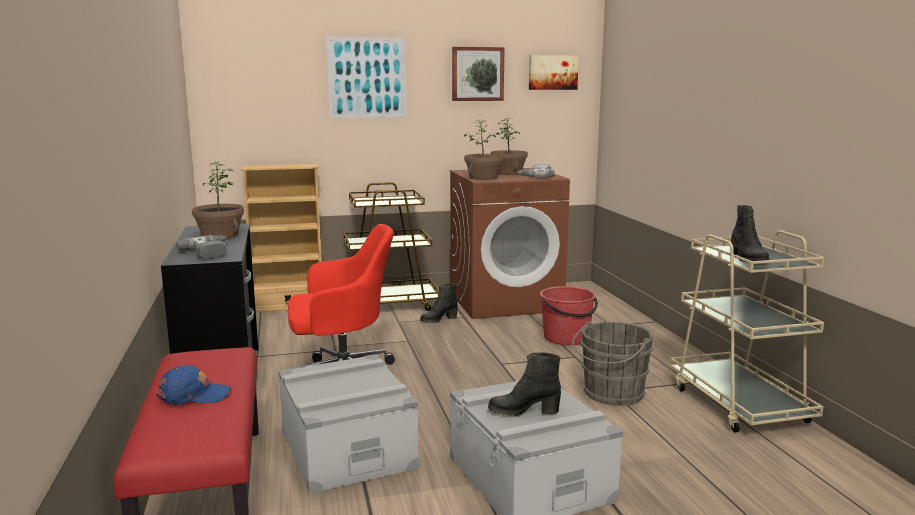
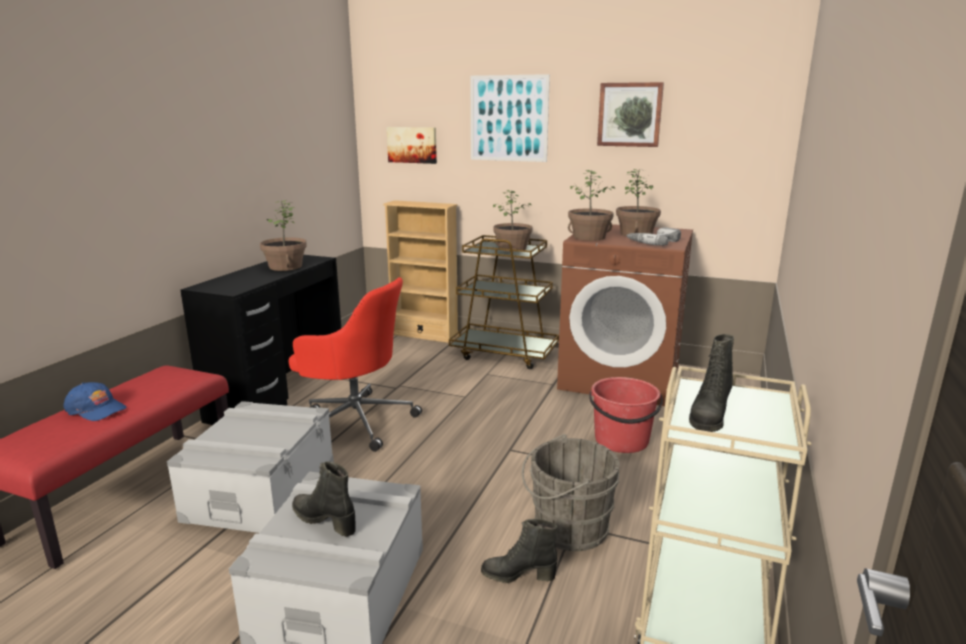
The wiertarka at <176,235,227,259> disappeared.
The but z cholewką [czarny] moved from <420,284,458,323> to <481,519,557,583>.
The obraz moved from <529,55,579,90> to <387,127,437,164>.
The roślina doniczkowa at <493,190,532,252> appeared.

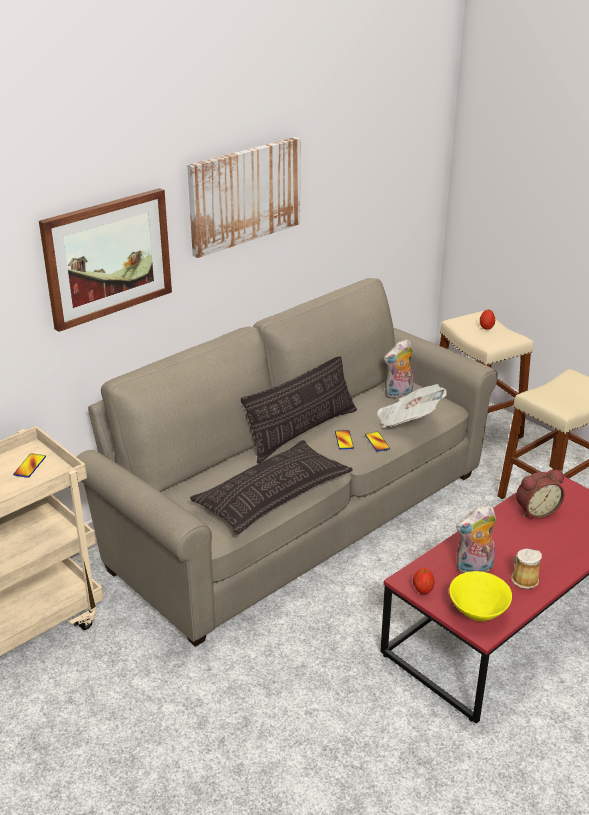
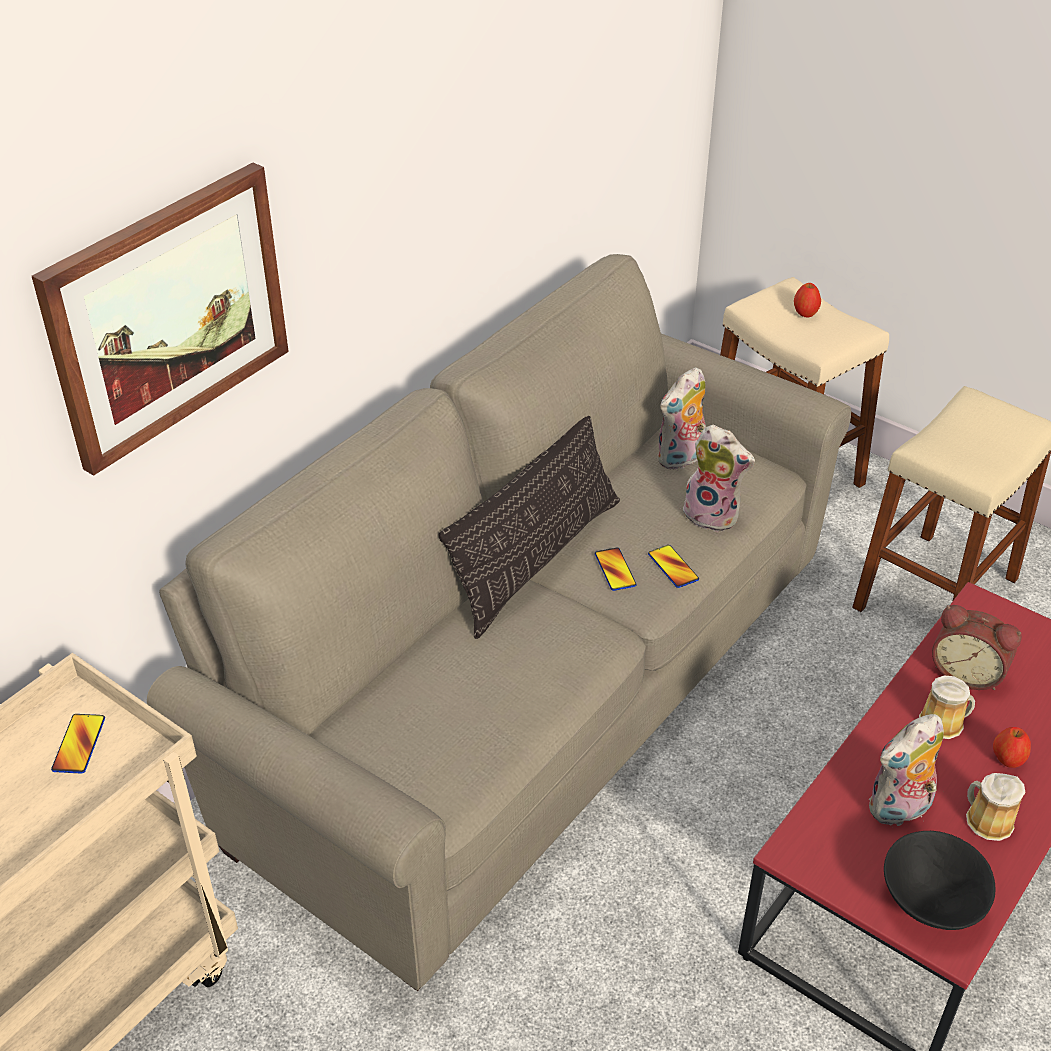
The obraz at <187,137,301,258> disappeared.
The poduszka at <190,440,353,535> disappeared.
The gazeta at <377,384,447,428> was replaced by the pluszak at <683,425,755,533>.
The jabłko moved from <413,568,435,594> to <993,727,1031,768>.
The miska [żółty] at <449,571,512,621> became the miska [czarny] at <884,831,995,930>.
The budzik at <516,470,565,519> turned 60 degrees clockwise.
The kubek at <919,676,975,739> appeared.

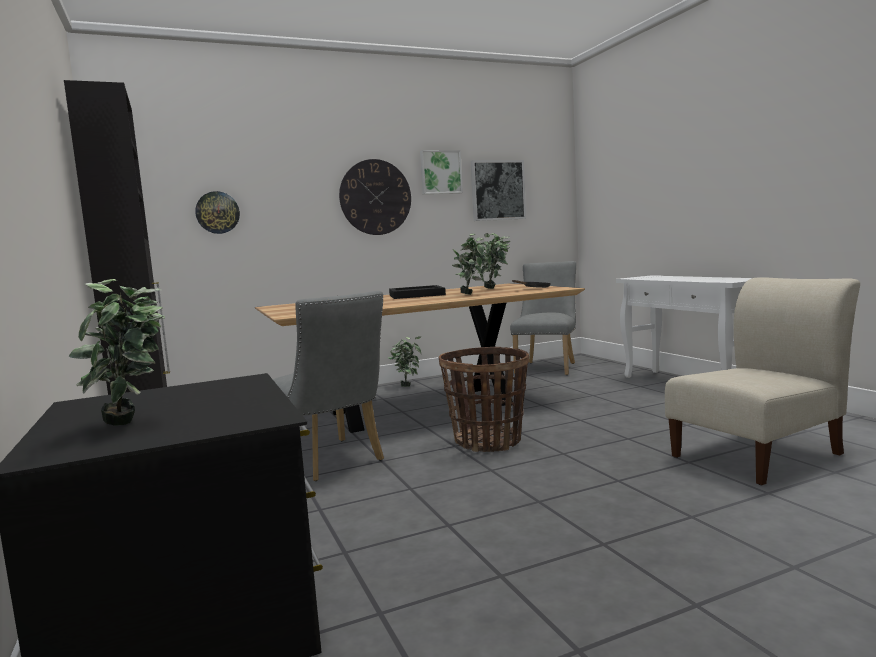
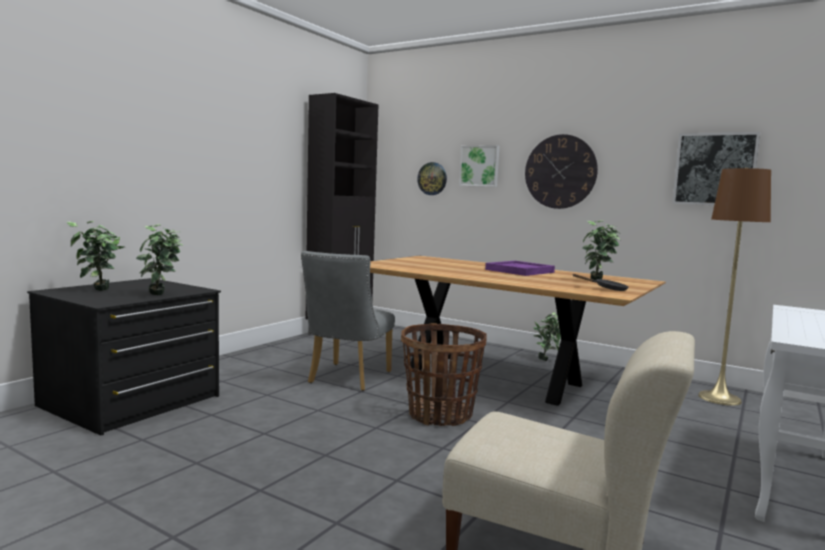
The taca [czarny] at <389,285,446,299> became the taca [fioletowy] at <485,261,555,276>.
The obraz moved from <420,150,463,194> to <459,145,499,187>.
The roślina doniczkowa moved from <452,233,490,295> to <136,224,183,295>.
The krzesło [szary] at <510,261,576,375> was replaced by the lampa stojąca [brązowy] at <698,168,771,406>.

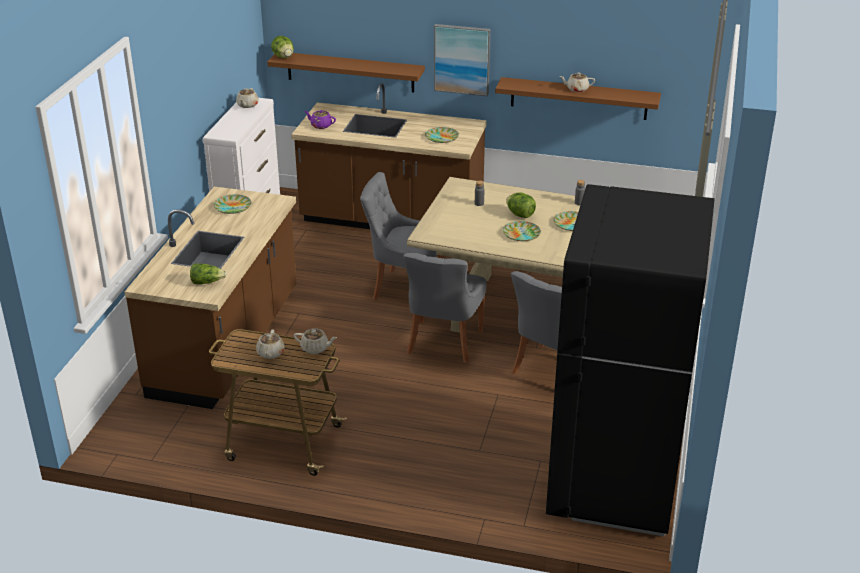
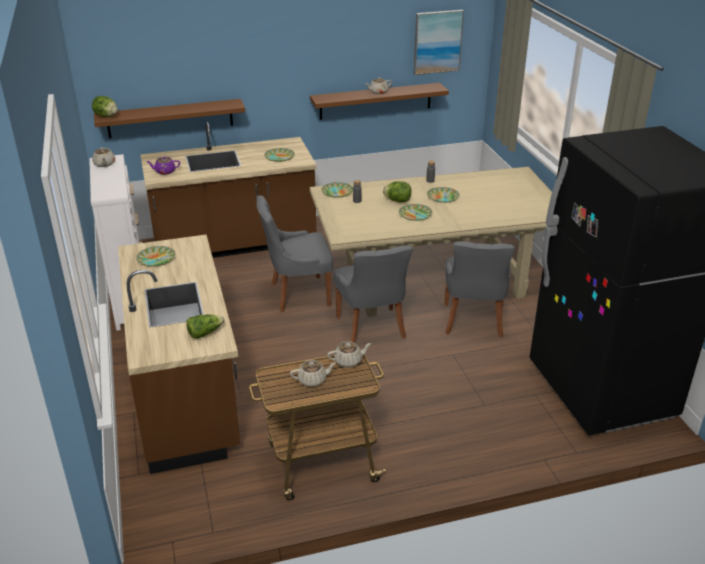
The imbryk [beżowy] at <256,330,285,359> turned 75 degrees counterclockwise.
The obraz moved from <434,24,490,96> to <414,10,464,75>.
The talerz at <322,182,353,198> appeared.

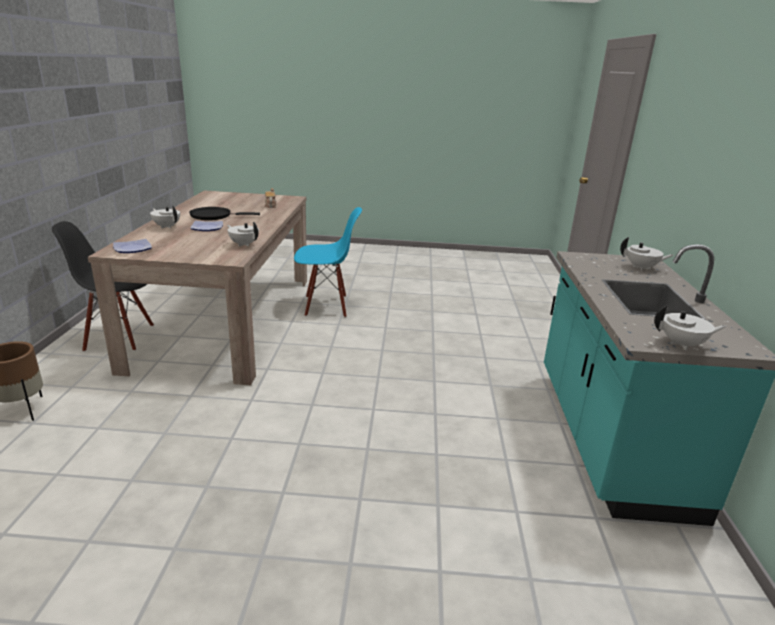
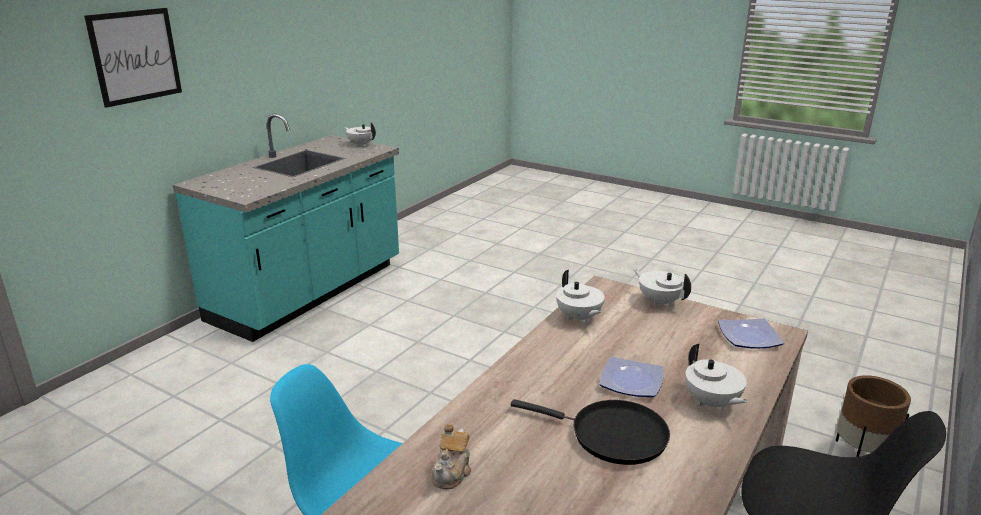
The imbryk [biały] moved from <620,237,674,271> to <633,269,691,306>.
The obraz at <84,8,182,108> appeared.

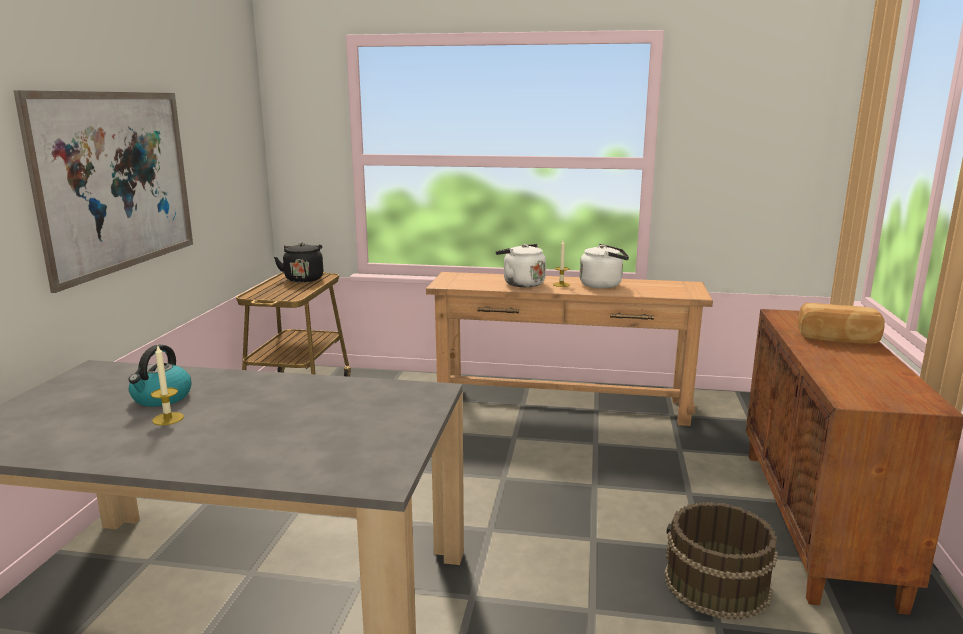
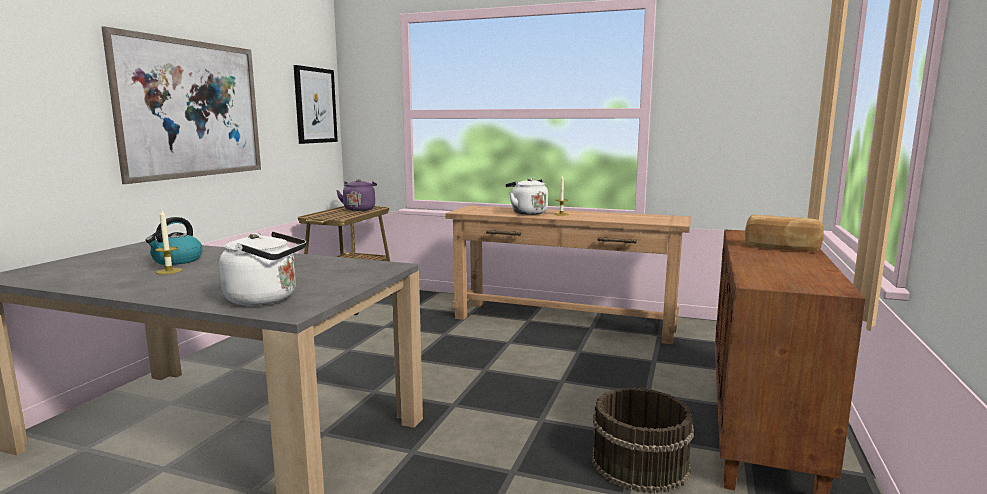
The czajnik [czarny] at <274,243,323,283> became the czajnik [fioletowy] at <336,179,377,211>.
The czajnik [biały] moved from <580,244,629,289> to <219,232,306,306>.
The obraz at <294,65,338,144> appeared.

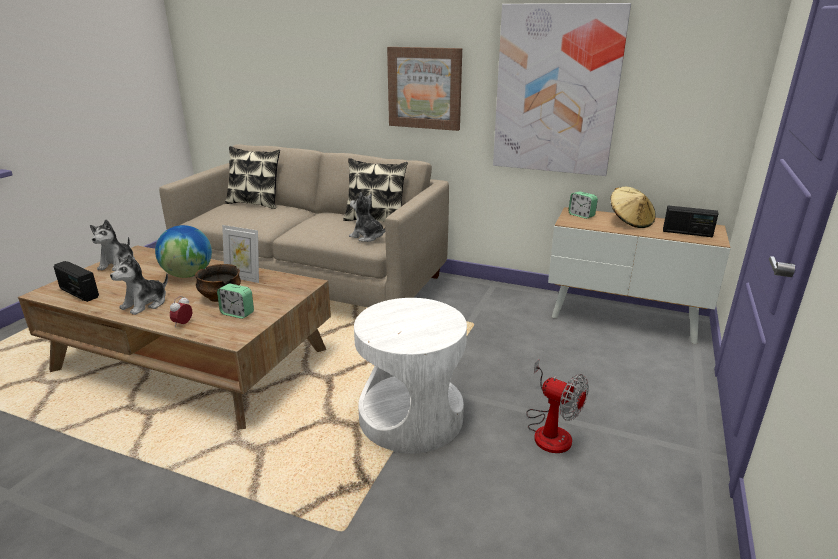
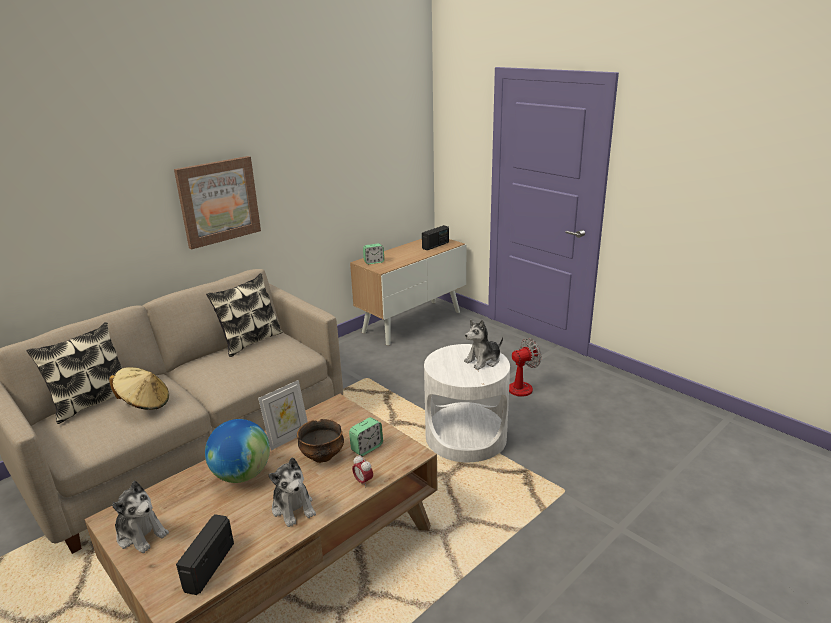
The radio at <54,261,99,302> turned 135 degrees clockwise.
The pluszak moved from <349,192,385,242> to <464,319,503,370>.
The obraz at <493,3,631,176> disappeared.
The kapelusz [beżowy] moved from <611,187,656,228> to <109,367,169,410>.

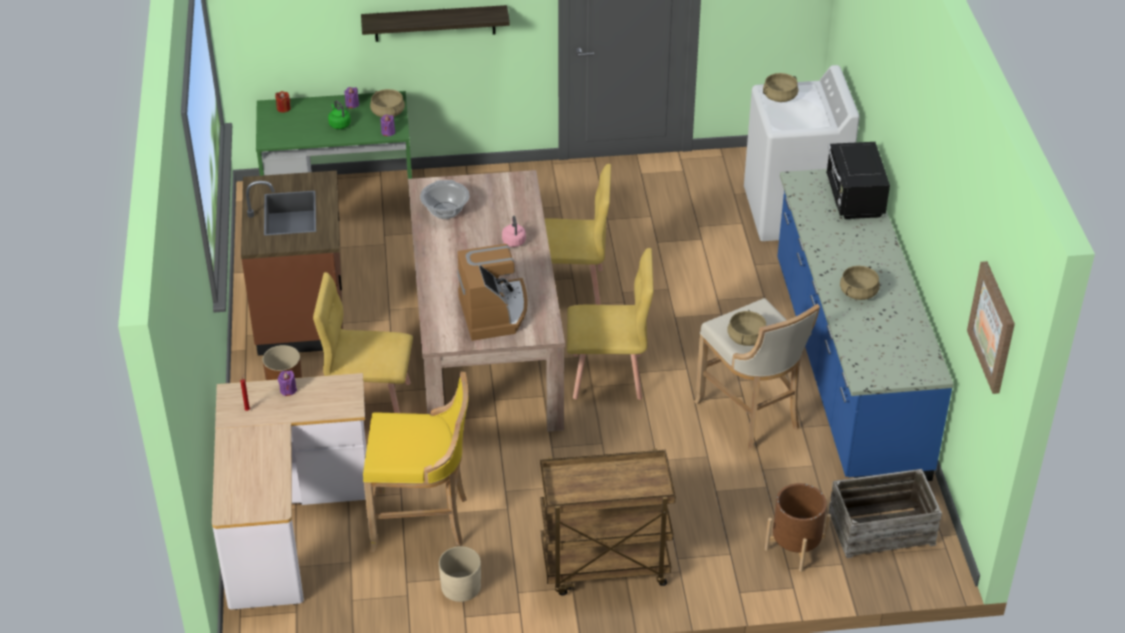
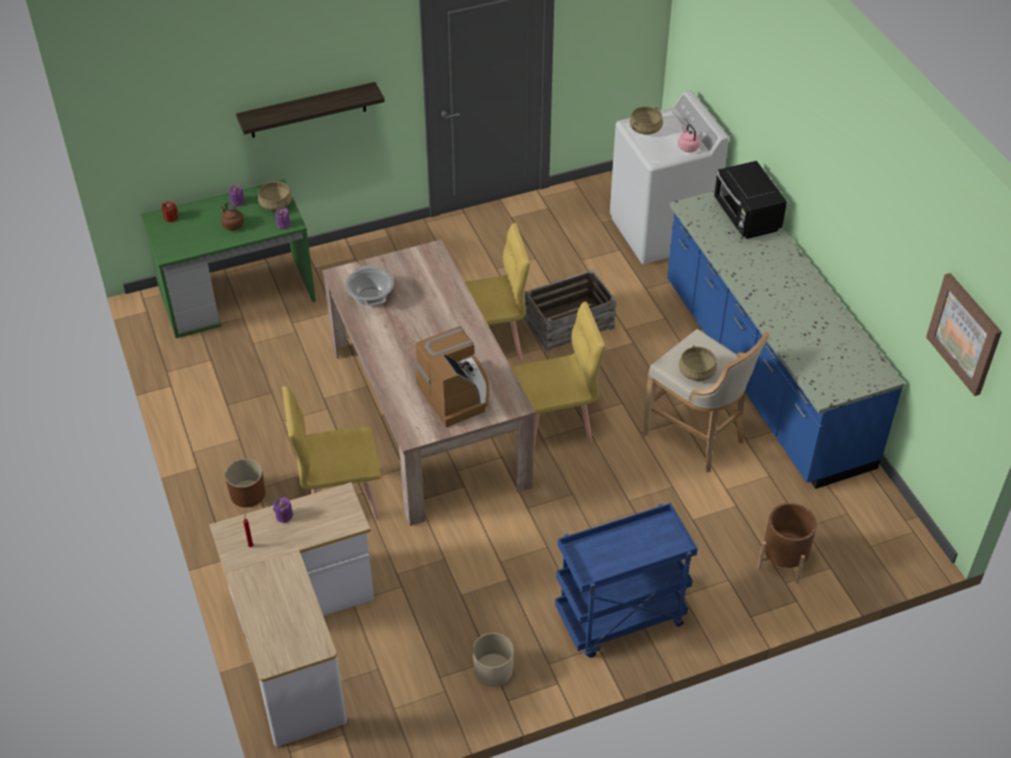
The zabudowa kuchenna [brązowy] at <241,171,343,356> disappeared.
The czajnik [zielony] at <328,100,351,129> became the czajnik [brązowy] at <221,202,244,230>.
The stołek [żółty] at <363,372,468,552> disappeared.
The czajnik [różowy] moved from <502,216,526,247> to <678,124,700,152>.
The wózek [brązowy] at <540,449,676,596> became the wózek [niebieski] at <555,503,698,658>.
The skrzynka moved from <829,469,942,558> to <524,270,617,352>.
The garnek [beżowy] at <840,266,880,300> disappeared.

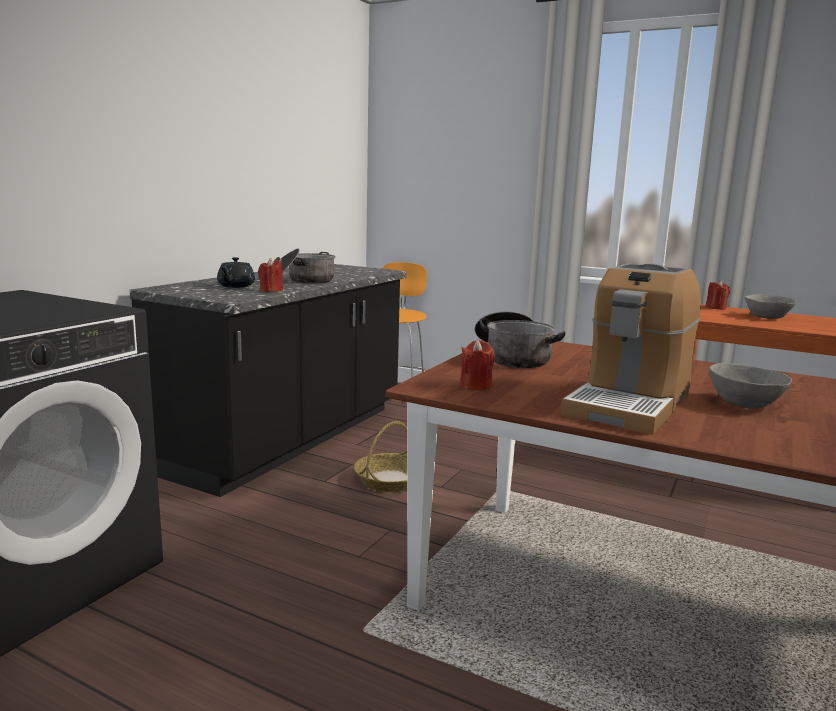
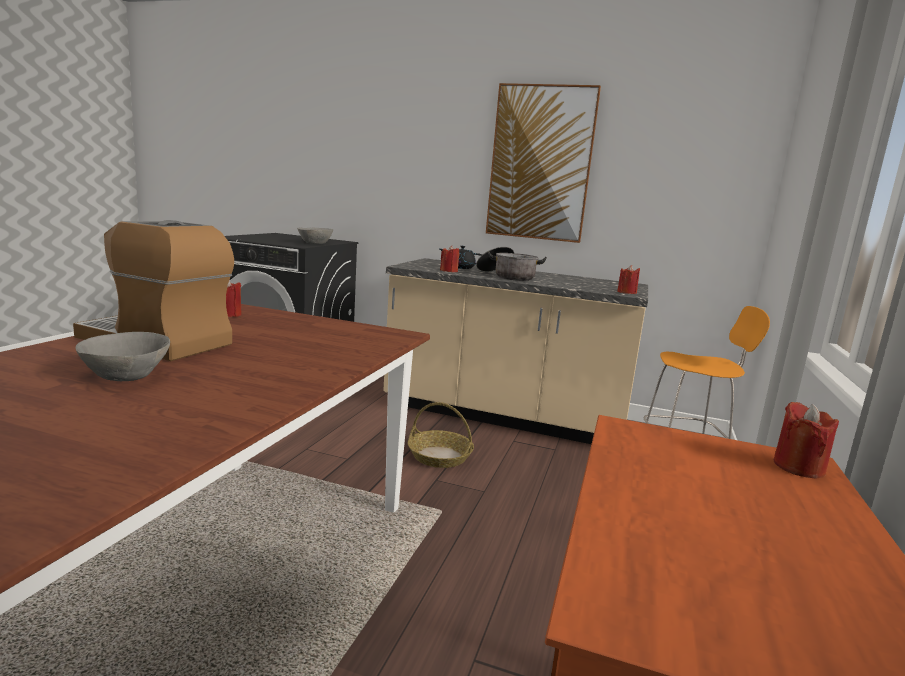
The zabudowa kuchenna [czarny] at <129,264,407,497> became the zabudowa kuchenna [beżowy] at <383,258,648,444>.
The garnek at <475,311,566,368> disappeared.
The miska [szary] moved from <745,294,796,319> to <297,227,333,244>.
The obraz at <486,83,601,243> appeared.
The świeca [czerwony] at <617,265,640,294> appeared.

